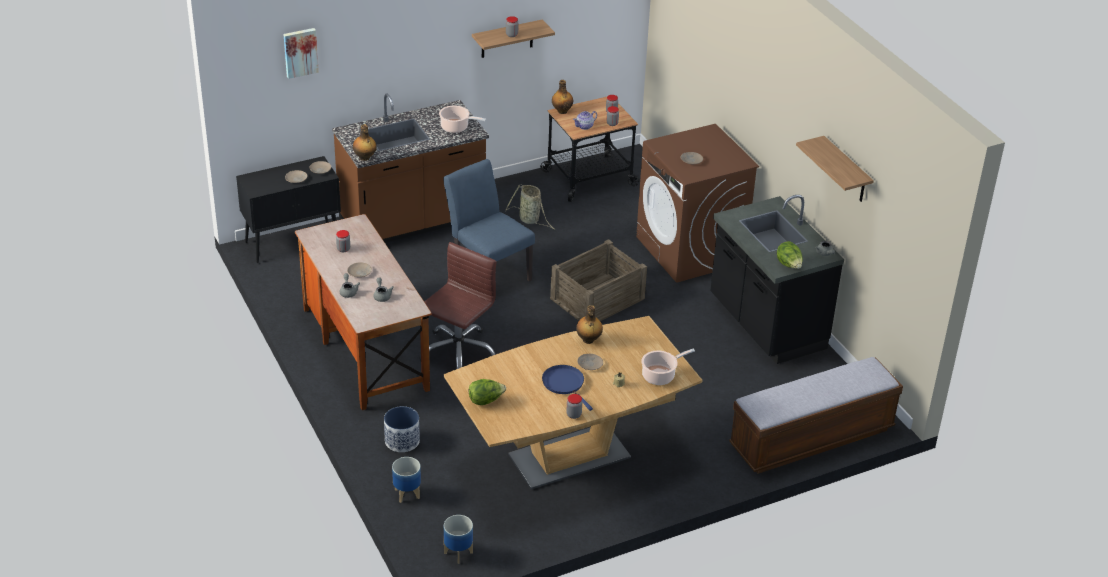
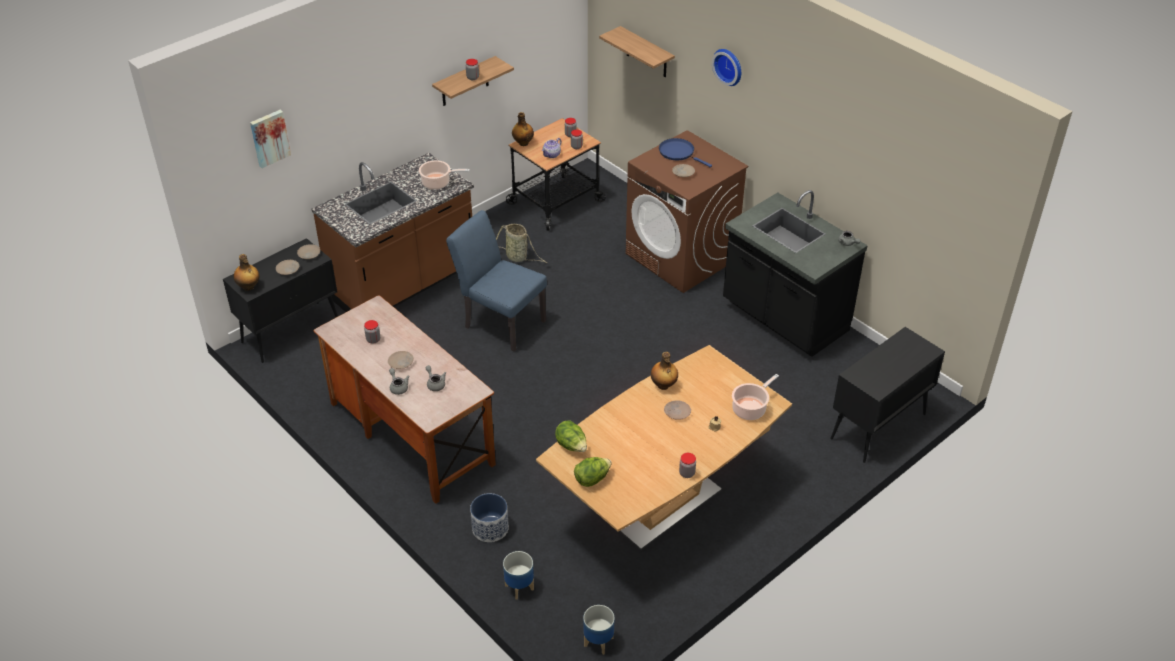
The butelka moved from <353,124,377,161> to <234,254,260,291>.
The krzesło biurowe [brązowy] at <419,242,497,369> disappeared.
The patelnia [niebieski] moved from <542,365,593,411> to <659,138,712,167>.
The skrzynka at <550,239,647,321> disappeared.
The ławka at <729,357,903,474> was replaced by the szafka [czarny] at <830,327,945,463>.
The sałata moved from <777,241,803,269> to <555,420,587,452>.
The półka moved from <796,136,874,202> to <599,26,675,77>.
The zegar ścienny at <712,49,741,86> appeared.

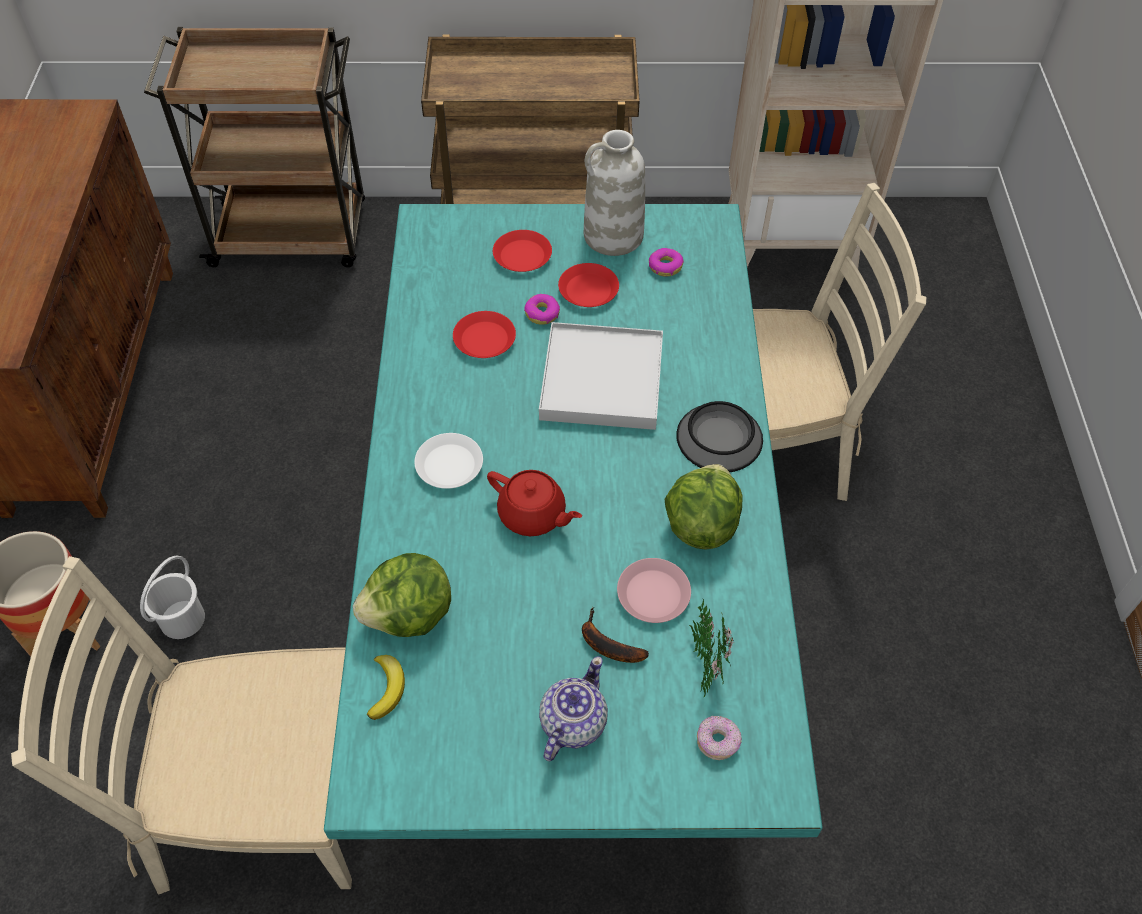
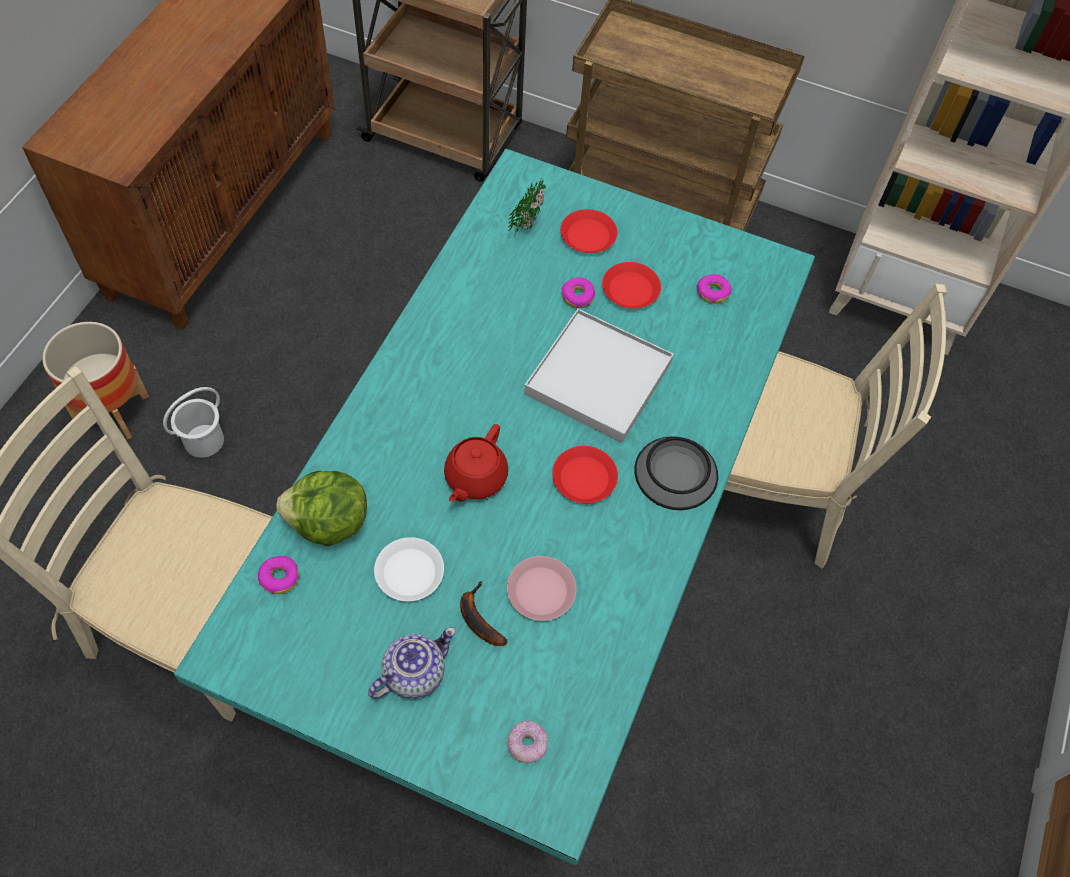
The banan at <367,655,405,720> was replaced by the donut at <258,556,299,594>.
The talerz [biały] moved from <414,433,483,489> to <374,537,444,602>.
The talerz [czerwony] moved from <453,311,516,358> to <552,446,618,504>.
The imbryk [czerwony] at <487,470,582,536> turned 60 degrees clockwise.
The wazon [biały] at <584,130,645,256> disappeared.
The sałata at <664,464,742,550> disappeared.
The roślina doniczkowa moved from <689,599,734,697> to <508,177,546,238>.

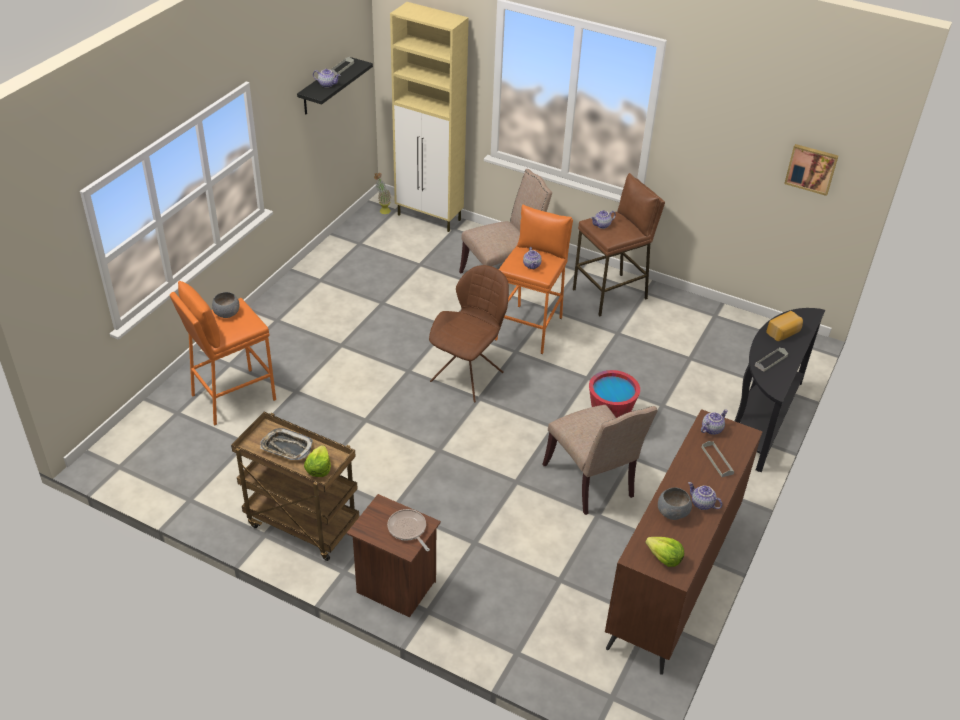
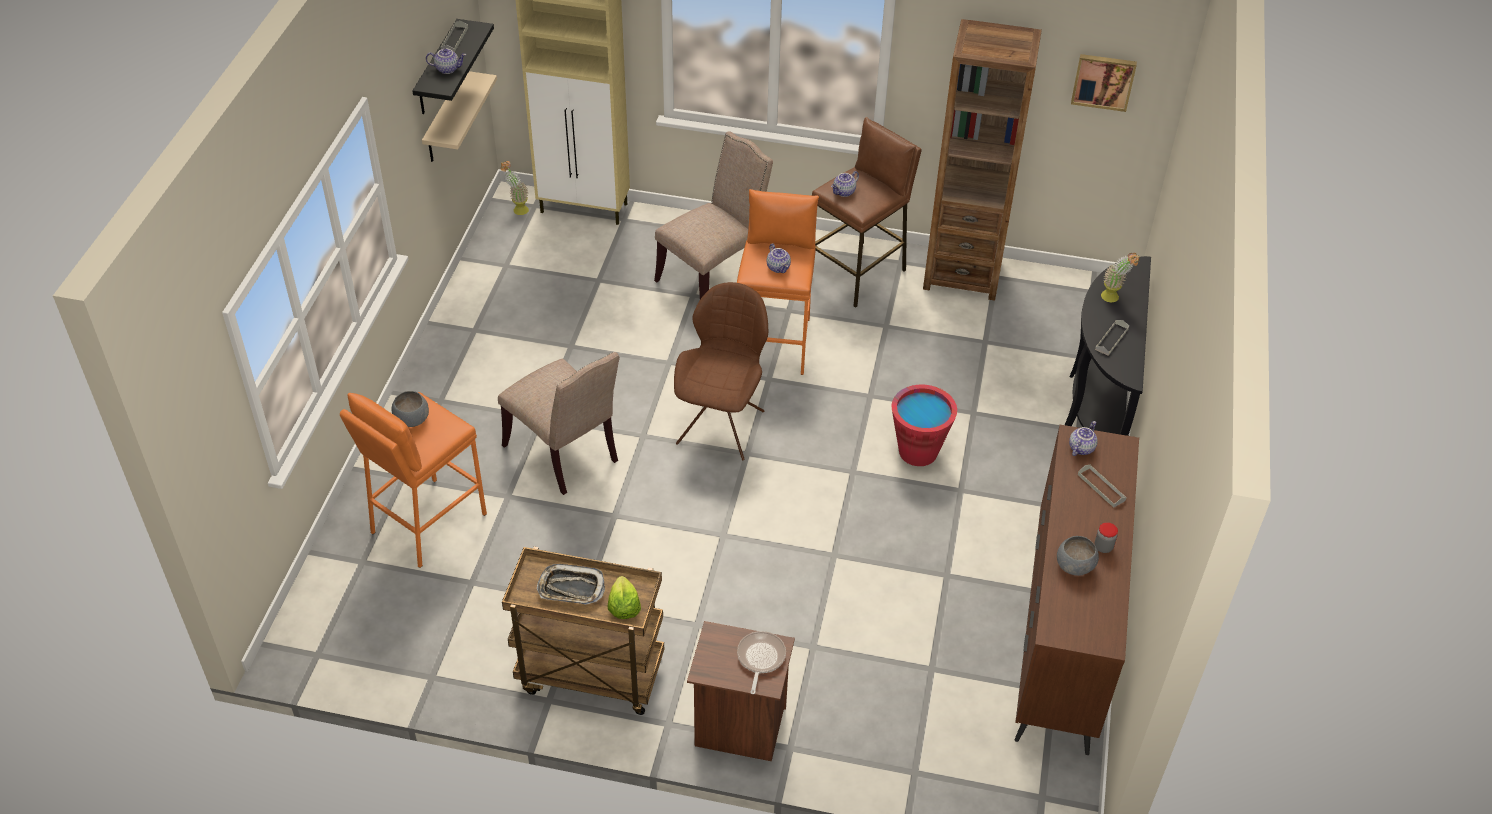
The patelnia at <387,509,430,551> turned 60 degrees clockwise.
The krzesło [beżowy] moved from <542,405,658,515> to <498,352,620,495>.
The sałata at <645,537,684,567> disappeared.
The imbryk at <688,482,722,510> was replaced by the słoik at <1095,522,1118,553>.
The chleb at <766,311,803,341> was replaced by the roślina doniczkowa at <1101,253,1140,302>.
The półka [beżowy] at <422,71,497,162> appeared.
The regał [brązowy] at <923,19,1042,301> appeared.

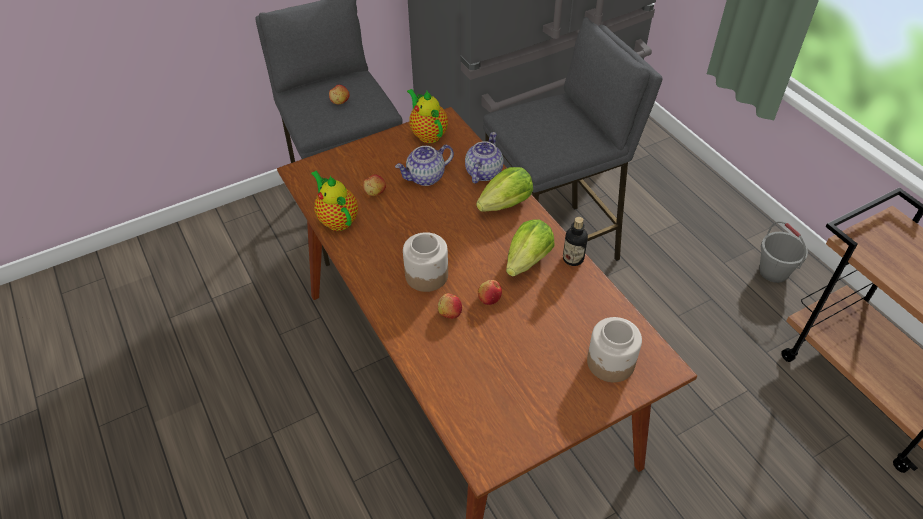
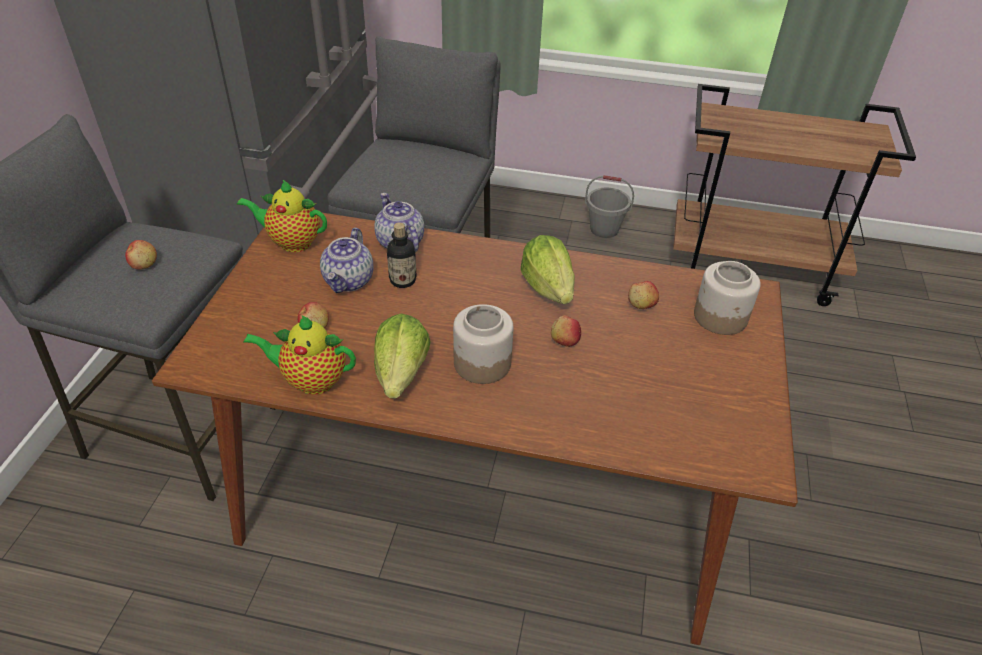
The jabłko moved from <438,293,462,319> to <628,281,659,309>.
The sałata moved from <476,167,533,212> to <374,314,431,398>.
The butelka moved from <563,217,588,266> to <387,223,417,288>.

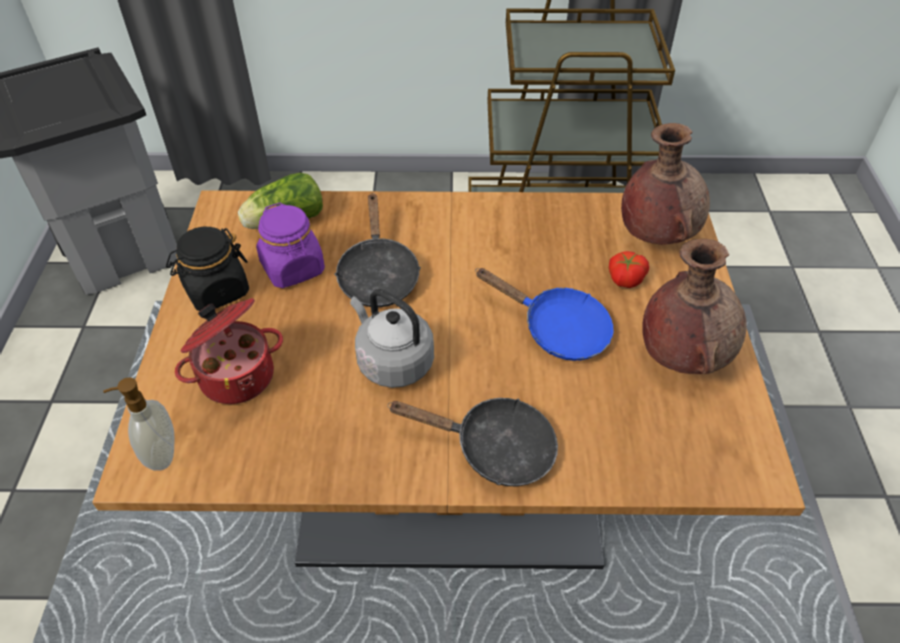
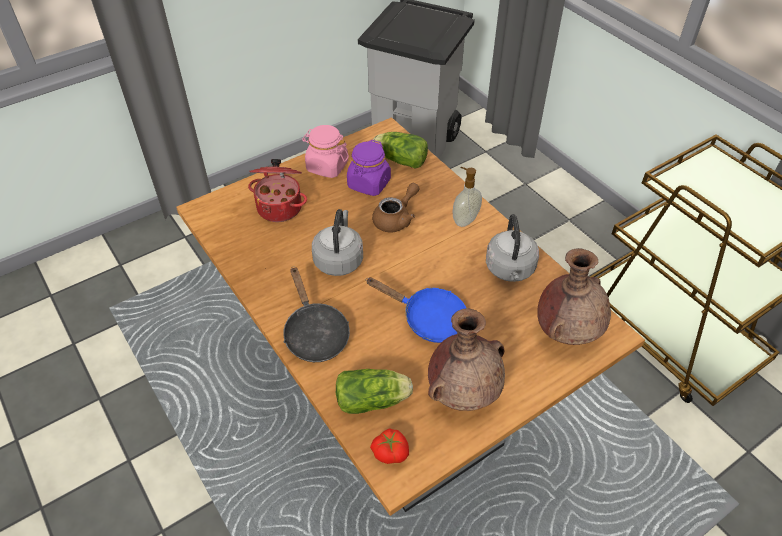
The dozownik mydła moved from <103,377,174,471> to <453,167,482,227>.
The słoik [czarny] at <166,227,249,311> became the słoik [różowy] at <302,125,349,178>.
The patelnia [czarny] at <334,193,421,307> was replaced by the imbryk [brązowy] at <372,183,420,233>.
The patelnia [niebieski] at <475,268,614,361> turned 60 degrees counterclockwise.
The pomidor moved from <609,251,649,288> to <370,428,409,464>.
The sałata at <336,369,413,414> appeared.
The czajnik [szary] at <486,214,539,282> appeared.

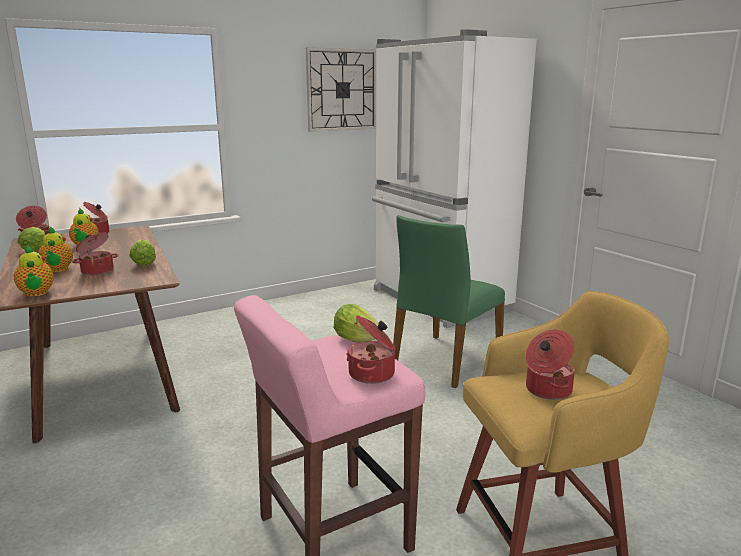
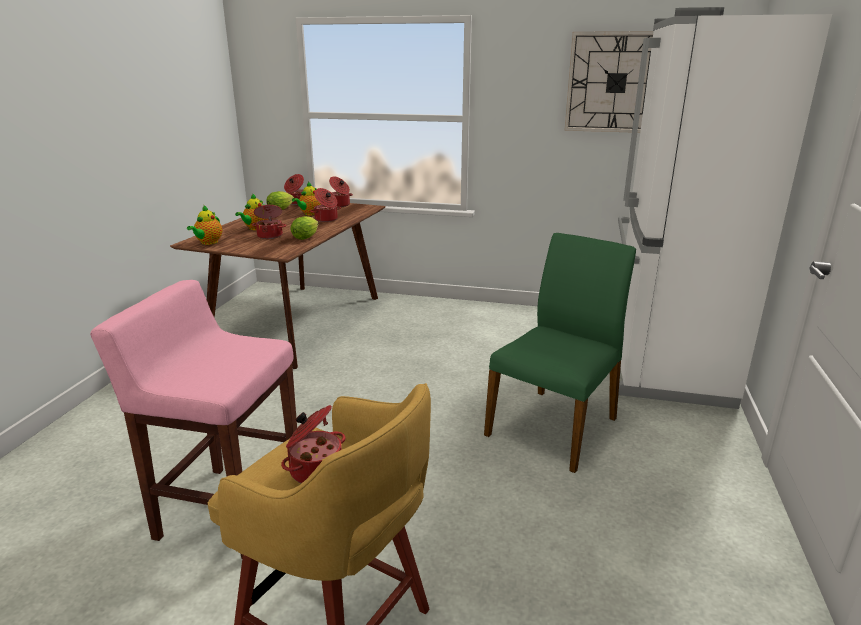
The sałata at <334,304,378,343> disappeared.
The garnek moved from <346,315,396,384> to <310,188,341,222>.
The krzesło [zielony] at <393,215,505,388> turned 135 degrees clockwise.

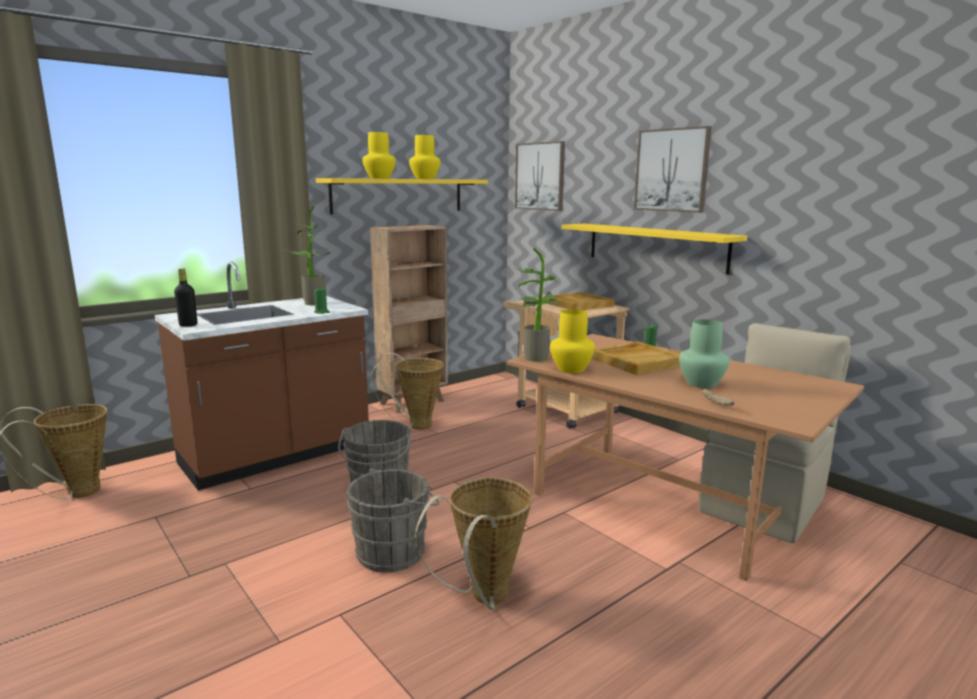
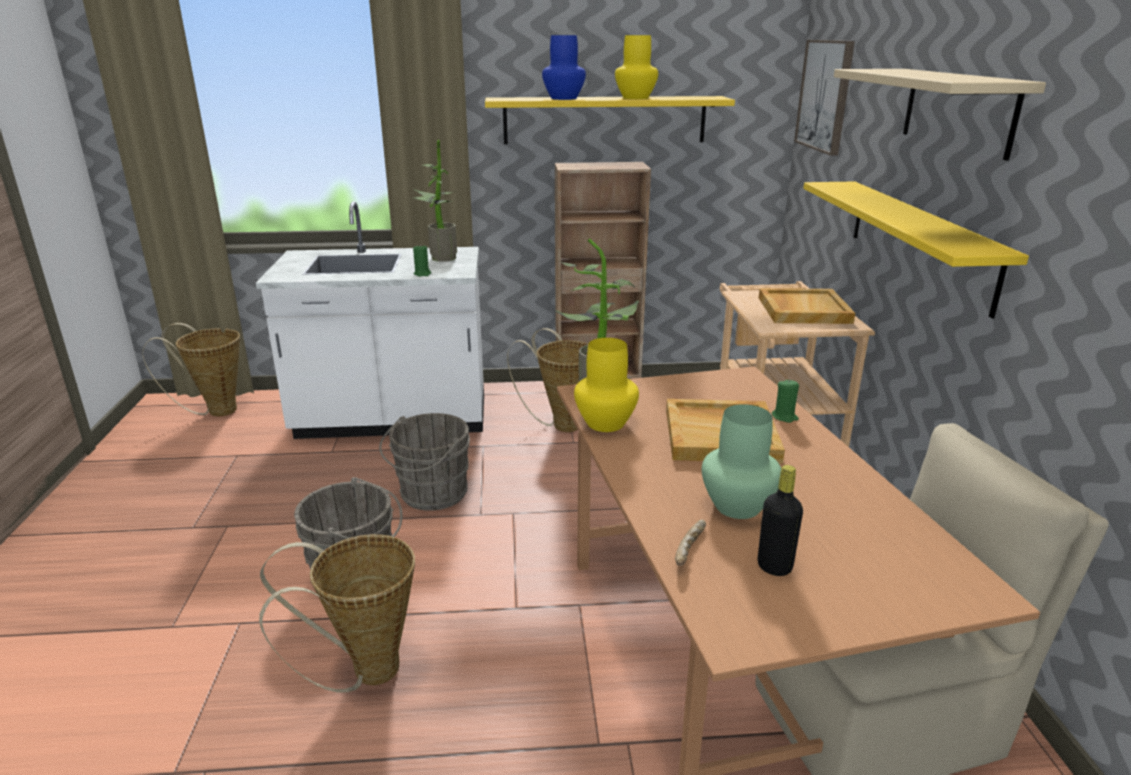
The zabudowa kuchenna [brązowy] at <155,262,369,491> became the zabudowa kuchenna [biały] at <256,201,484,439>.
The butelka [czarny] moved from <174,269,197,327> to <758,465,803,576>.
The wazon [żółty] at <362,132,396,179> became the wazon [niebieski] at <542,35,586,100>.
The obraz at <634,126,712,213> was replaced by the półka [beżowy] at <834,69,1046,161>.

